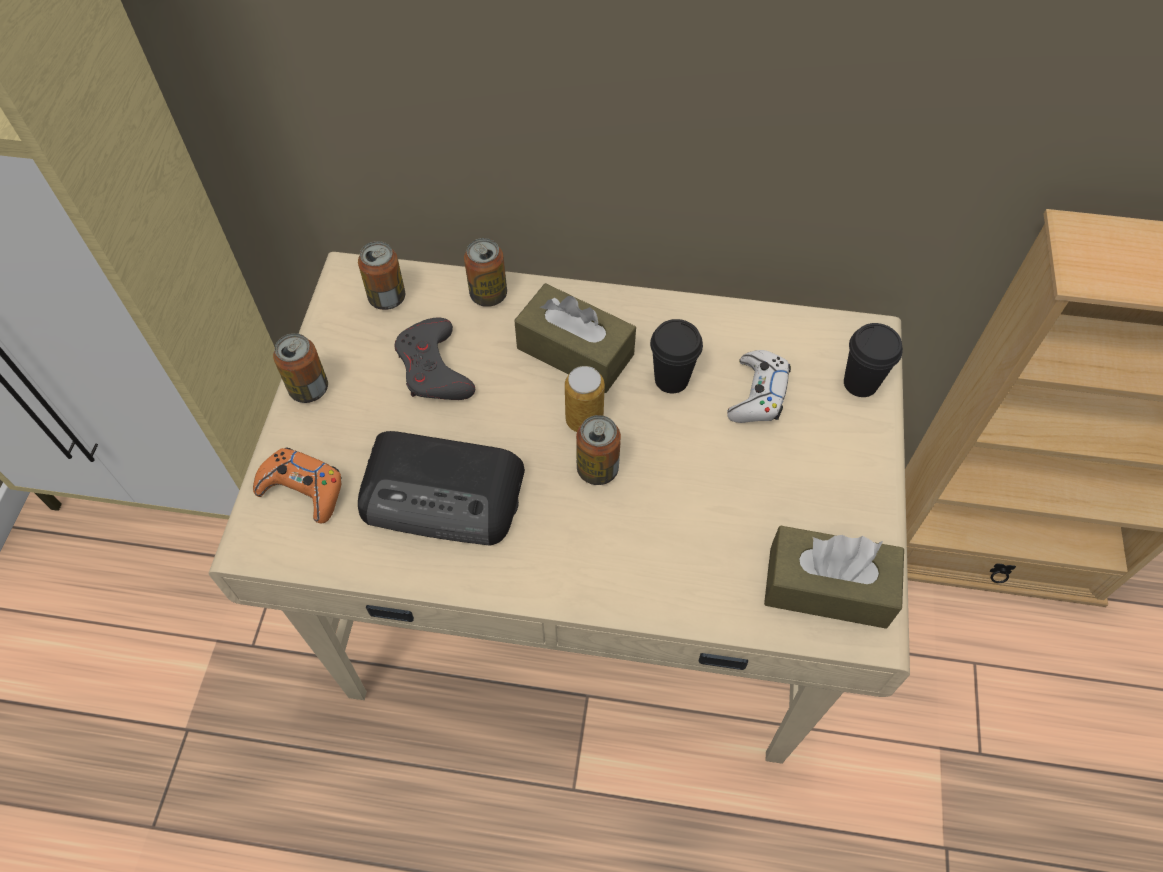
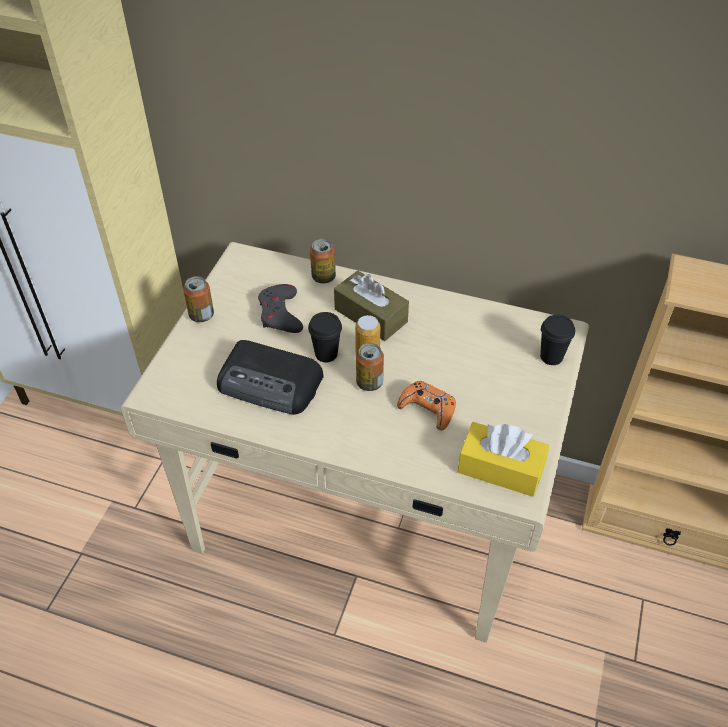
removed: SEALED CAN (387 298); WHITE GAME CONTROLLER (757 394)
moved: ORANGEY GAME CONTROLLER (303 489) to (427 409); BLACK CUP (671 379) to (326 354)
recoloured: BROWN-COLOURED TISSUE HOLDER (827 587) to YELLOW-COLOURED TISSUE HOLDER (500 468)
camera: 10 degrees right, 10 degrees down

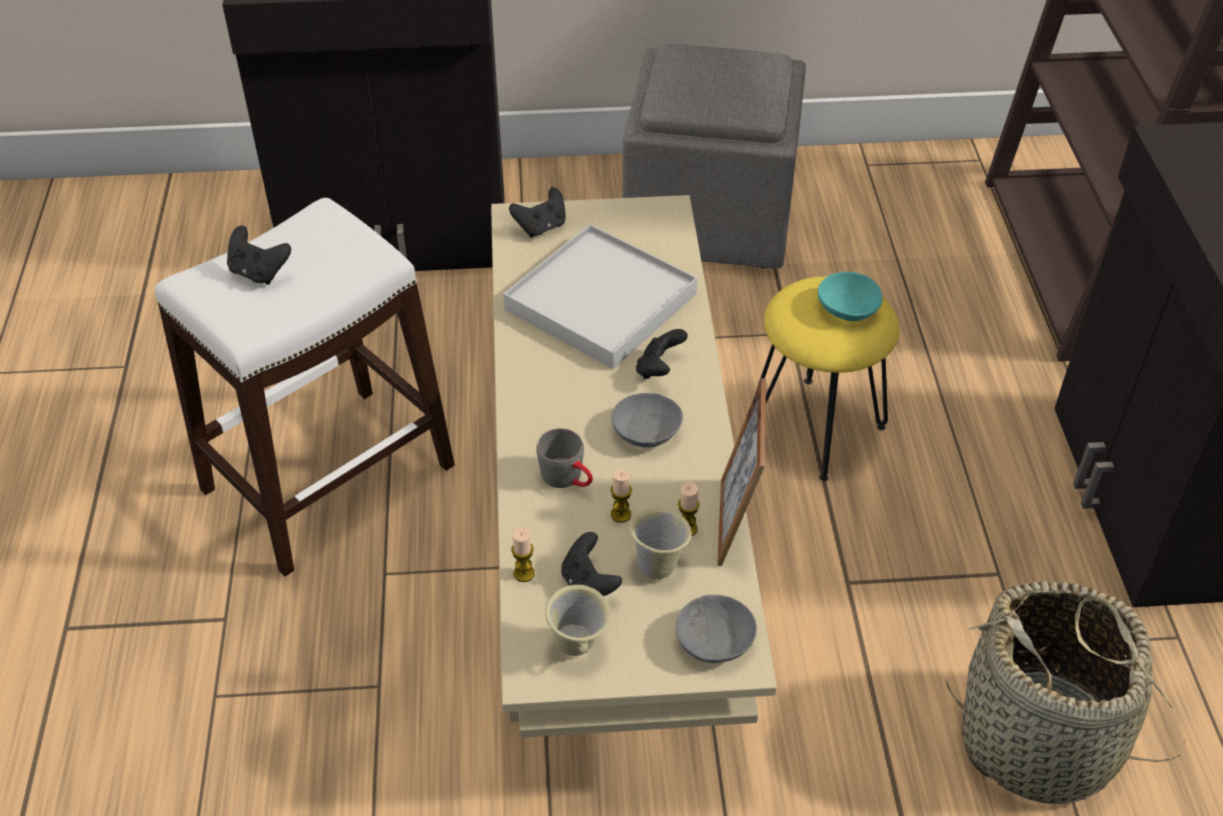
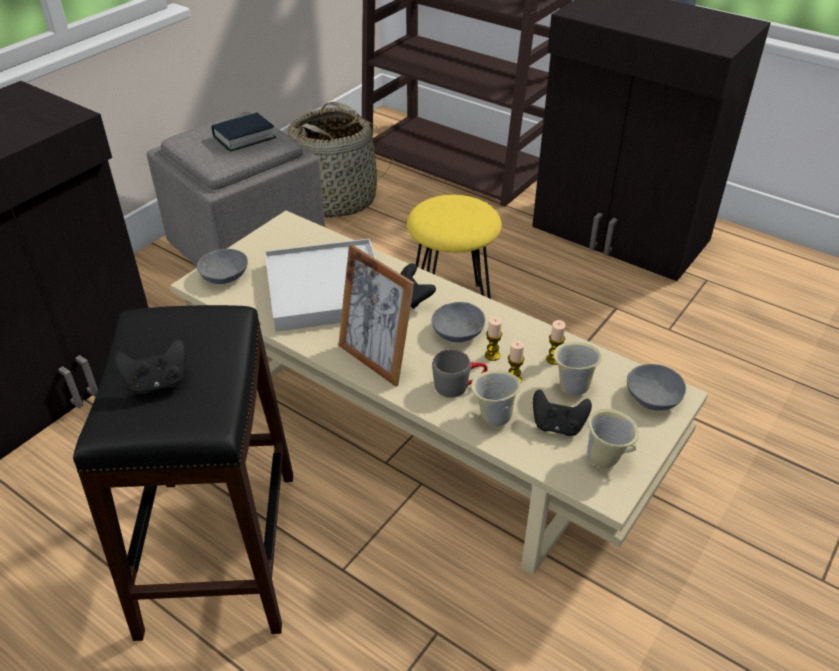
removed: BLUE-GREEN DEEP DISH (850 309)
added: VOLUME (244 137); BEIGE TEA MUG (492 417)
moved: WAX LIGHT (524 573) to (492 355); STANDING FRAME (736 522) to (375 359); STORAGE BASKET (1040 741) to (339 199)
replaced: BLACK GAME CONTROLLER (541 227) to GREY DEEP DISH (225 276)
recoloured: WHITE SITTING STOOL (330 478) to BLACK SITTING STOOL (221 550)
camera: 50 degrees left, 5 degrees down

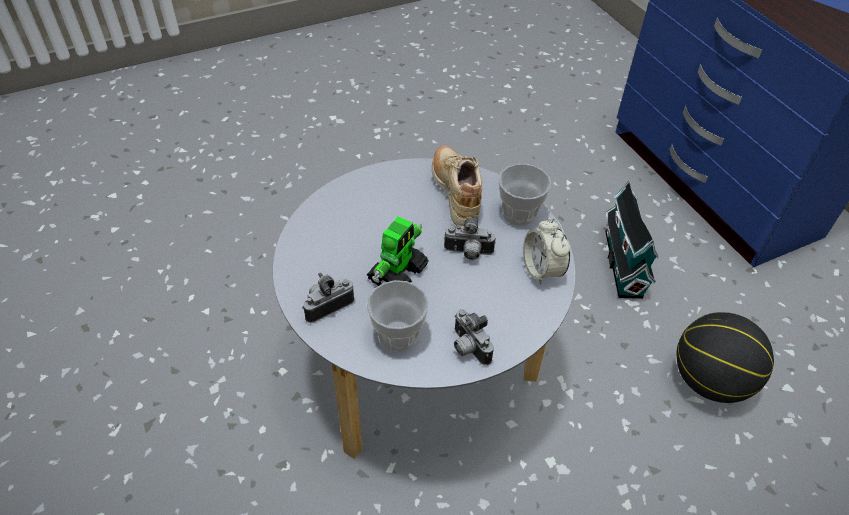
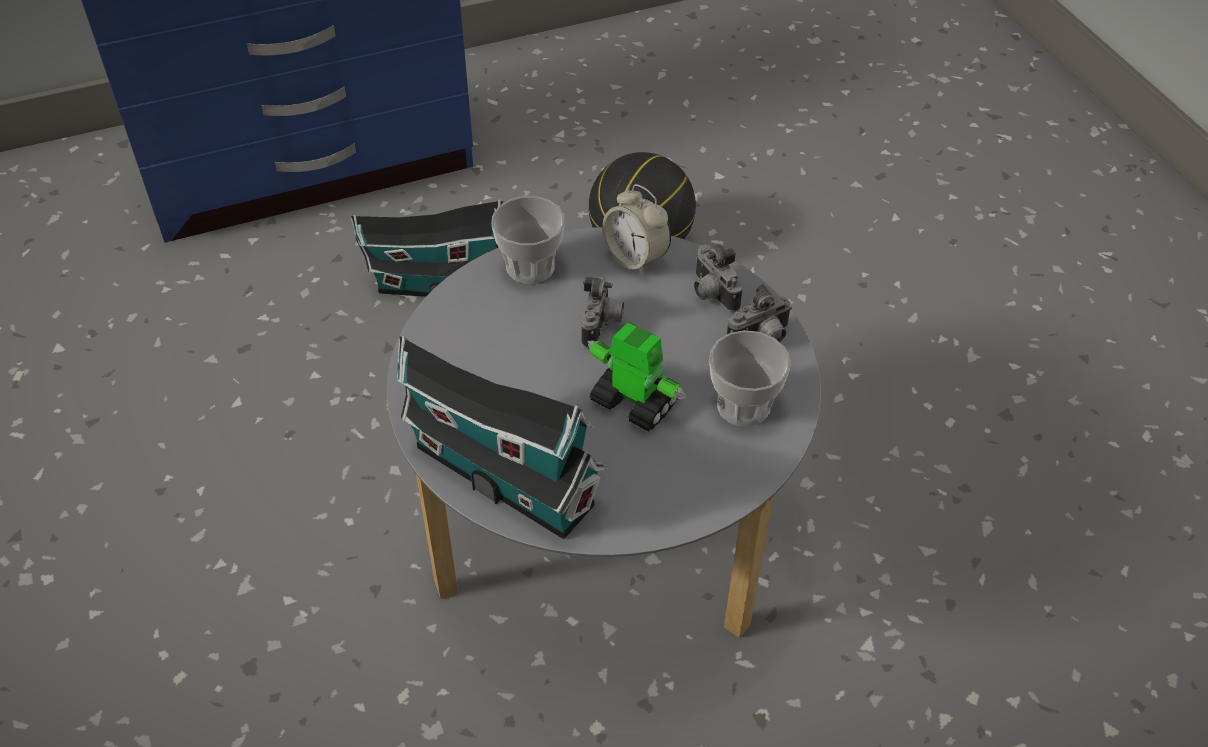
removed: BEIGE LOW SHOE (456 194)
added: MINIATURE HOUSE (498 472)
moved: PHOTO CAMERA (327 306) to (711 294)
turned: TABLE CLOCK (542 270) = (635 257) 60 degrees clockwise
camera: 85 degrees left, 0 degrees up

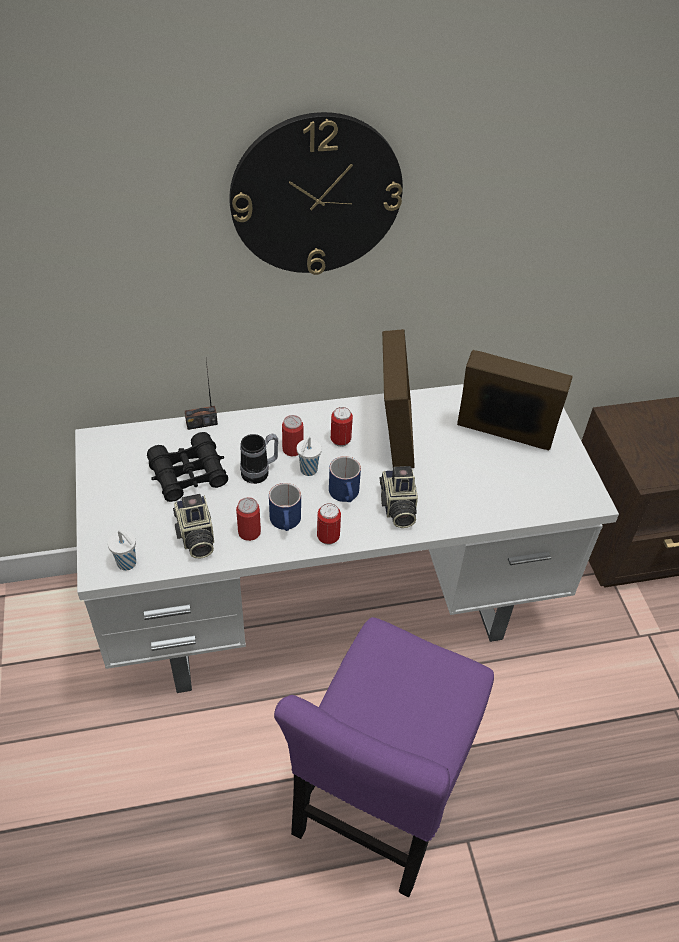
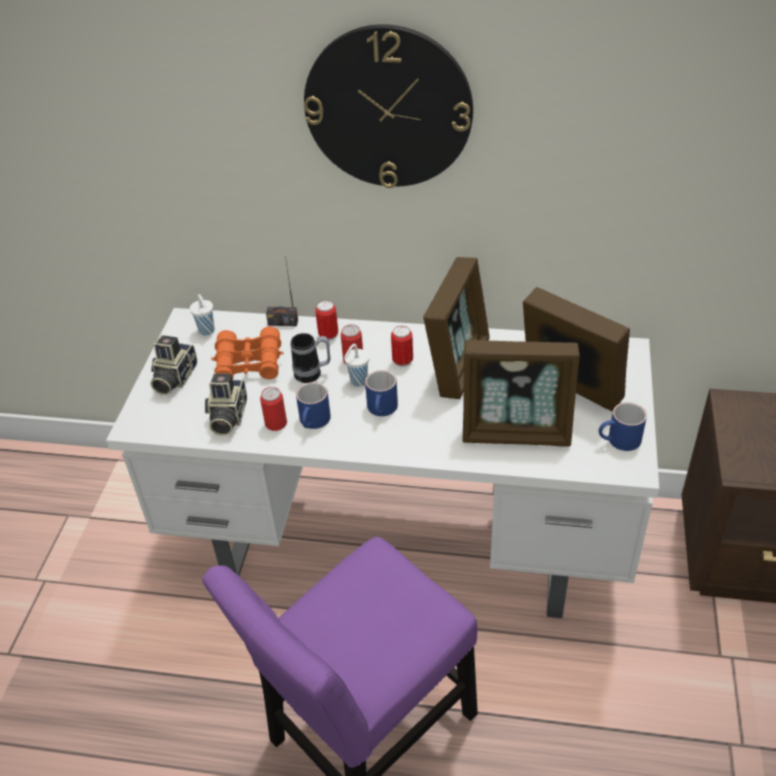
added: STANDING FRAME (516 433); BLUE TEA MUG (619 441)
moved: WHITE CUP (127 564) to (207 331); SEALED CAN (328 537) to (328 335); PHOTO CAMERA (397 507) to (173 378)
recoloured: BLACK FIELD GLASSES (188 474) to ORANGEY FIELD GLASSES (249 363)
camera: 25 degrees right, 5 degrees down

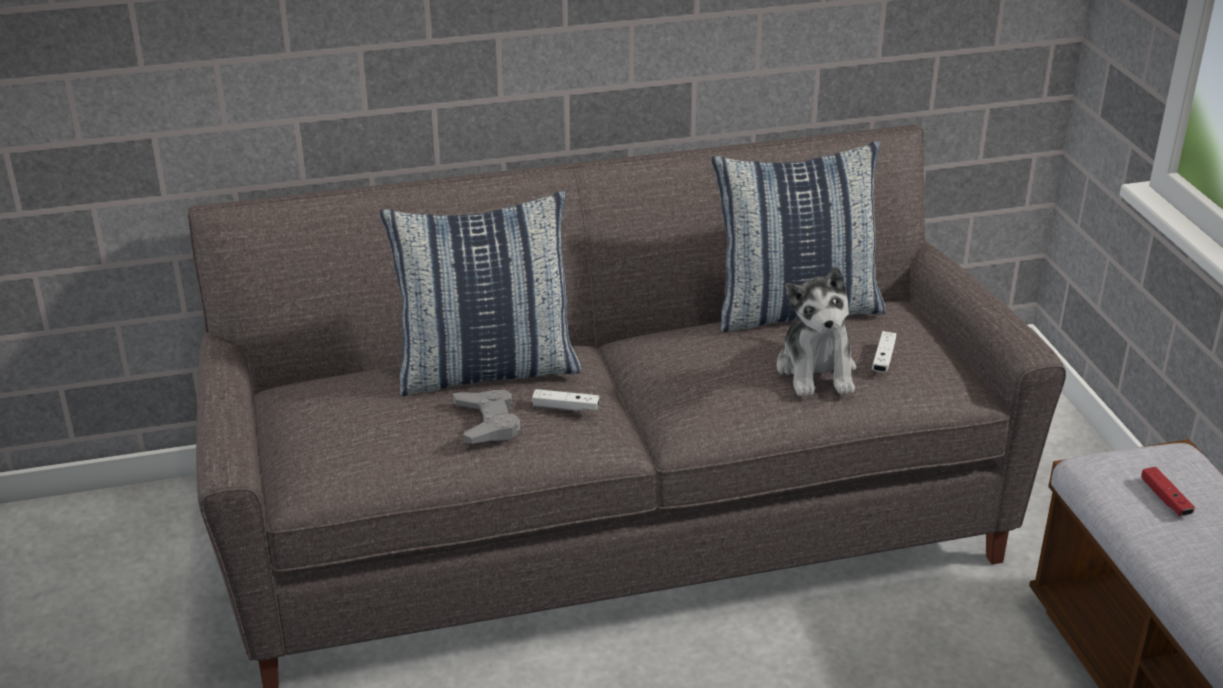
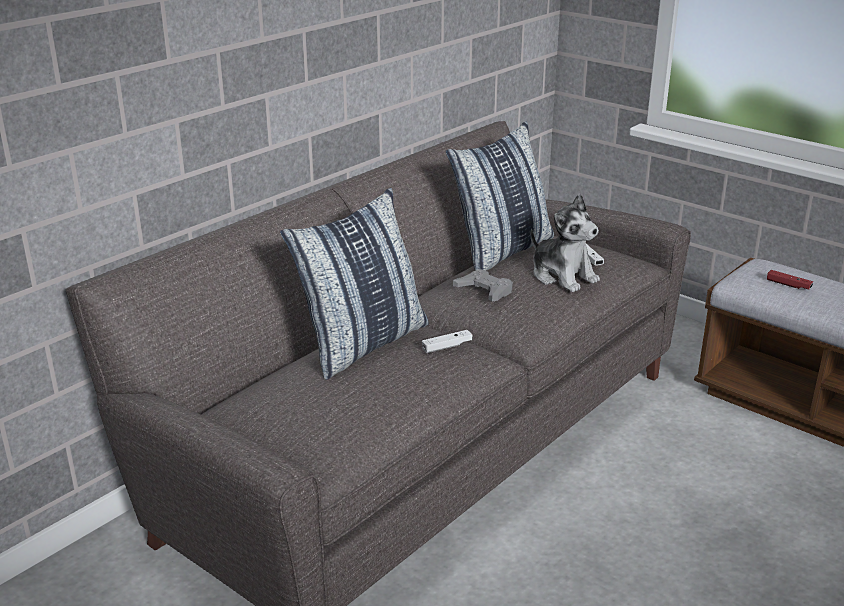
moved: GREY GAME CONTROLLER (487 422) to (484 290)
camera: 35 degrees left, 5 degrees down

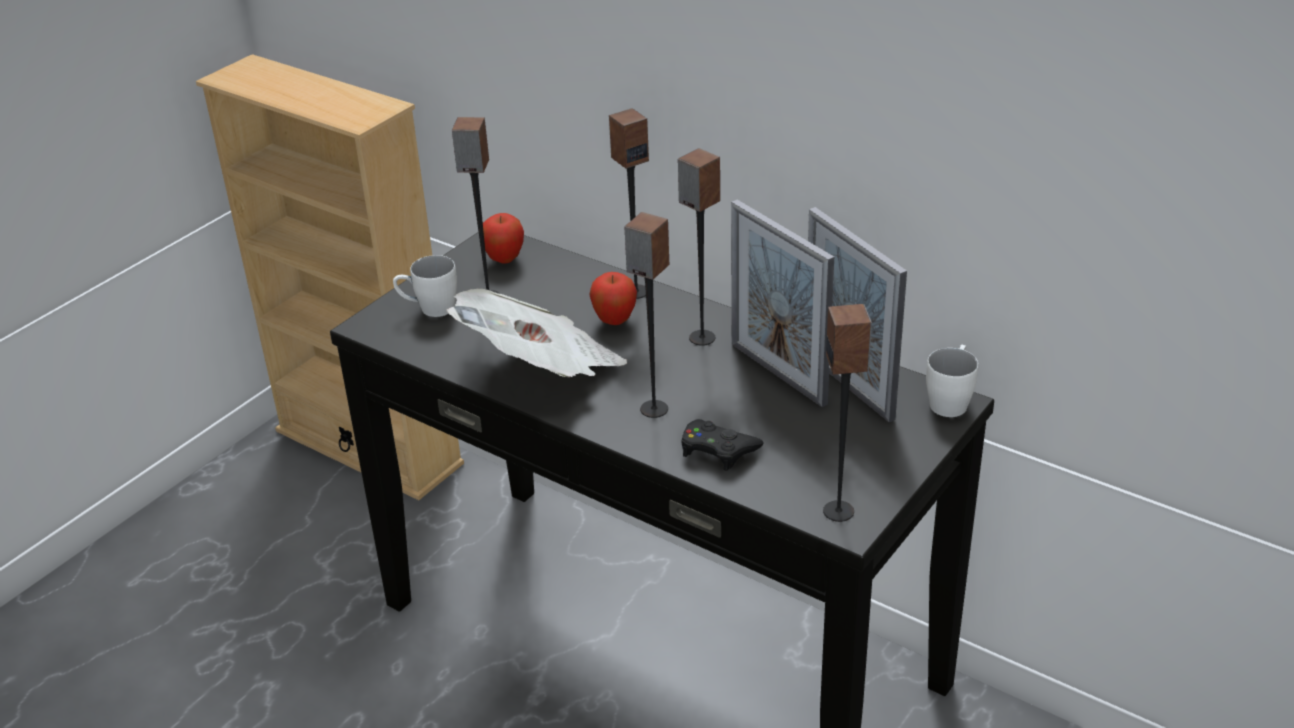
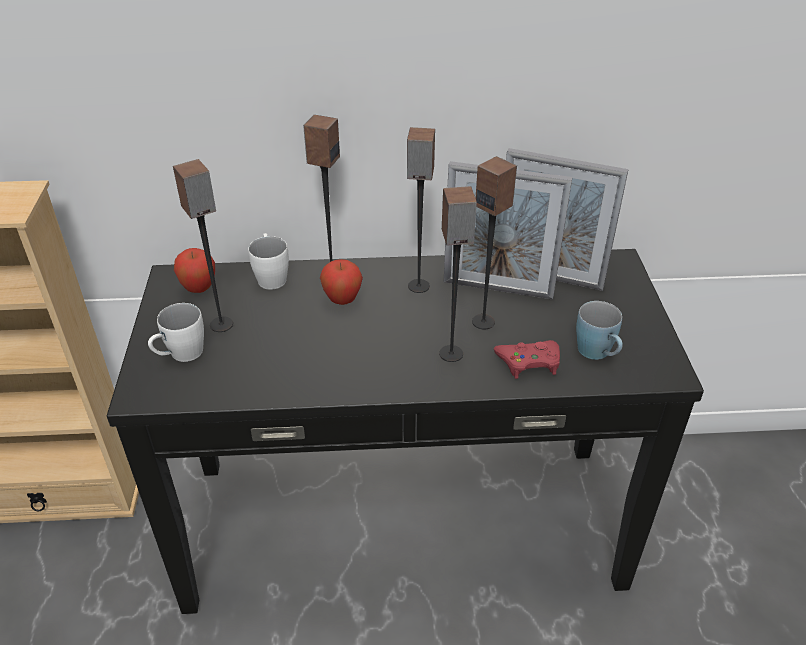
removed: DAILY PAPER (542 371)
added: BLUE TEA MUG (598 354)
moved: AUDIO SPEAKER (839 511) to (483 321); WHITE TEA MUG (950 400) to (271 276)
recoloured: BLACK GAME CONTROLLER (717 449) to RED-COLOURED GAME CONTROLLER (529 362)
camera: 40 degrees left, 5 degrees up

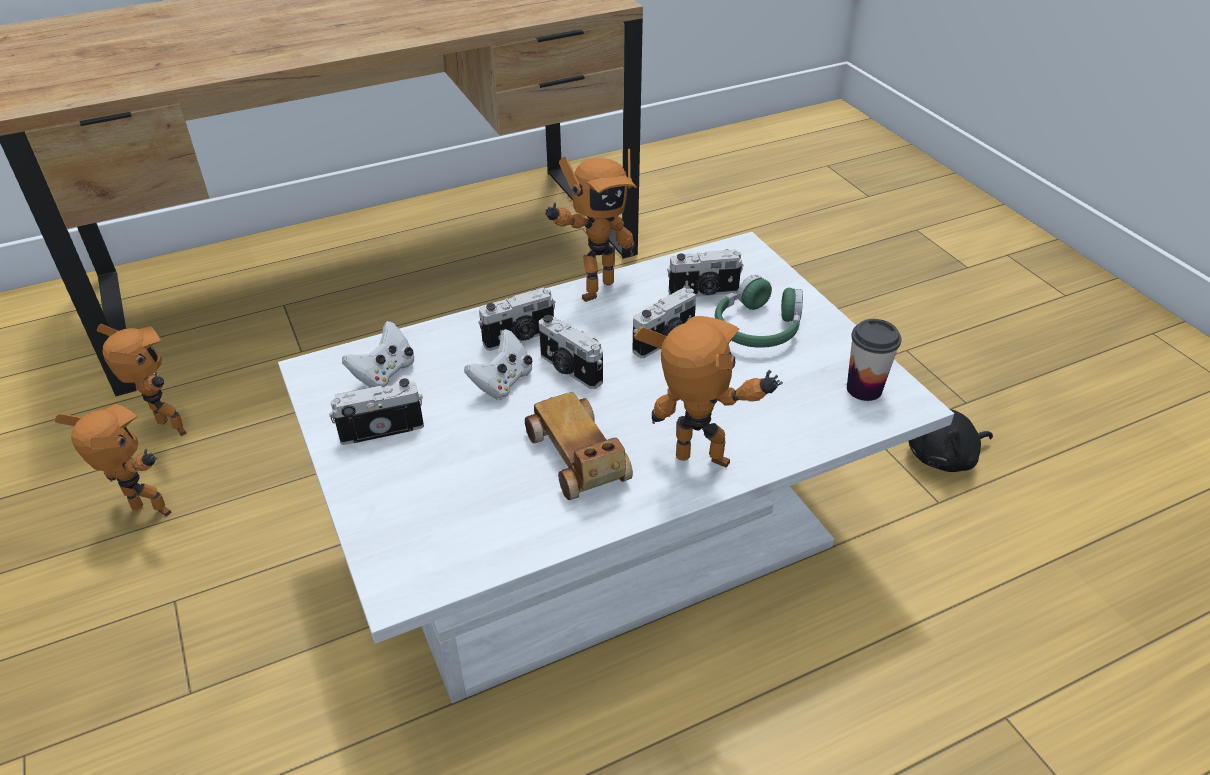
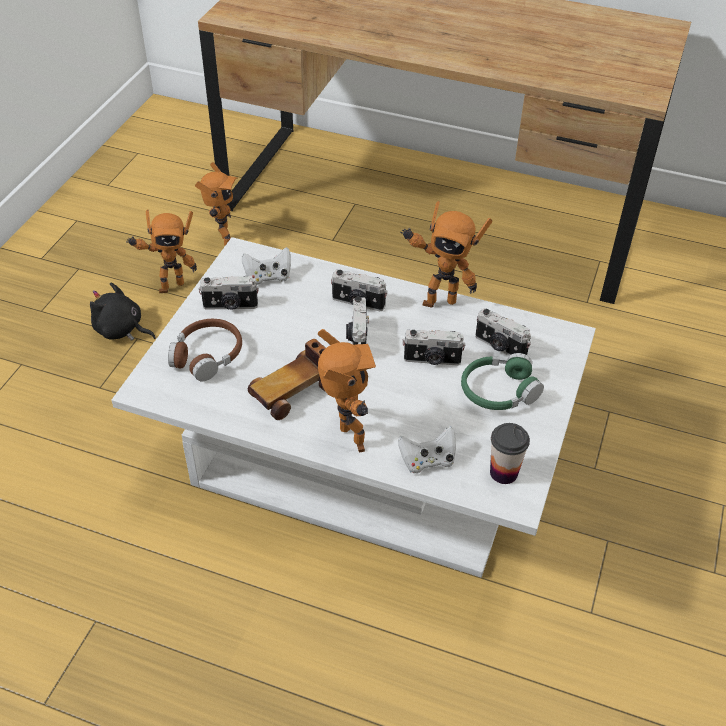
added: BROWN-COLOURED PAIR OF HEADPHONES (207 355)
moved: WHITE GAME CONTROLLER (503 382) to (427 461); BLACK CUDDLY TOY (944 457) to (121 330)
turned: ROBOT FIGURE (148 515) = (170 285) 90 degrees clockwise; PHOTO CAMERA (381 429) = (230 306) 150 degrees clockwise; TOY CAR (578 459) = (294 390) 150 degrees counterclockwise
camera: 45 degrees right, 5 degrees up

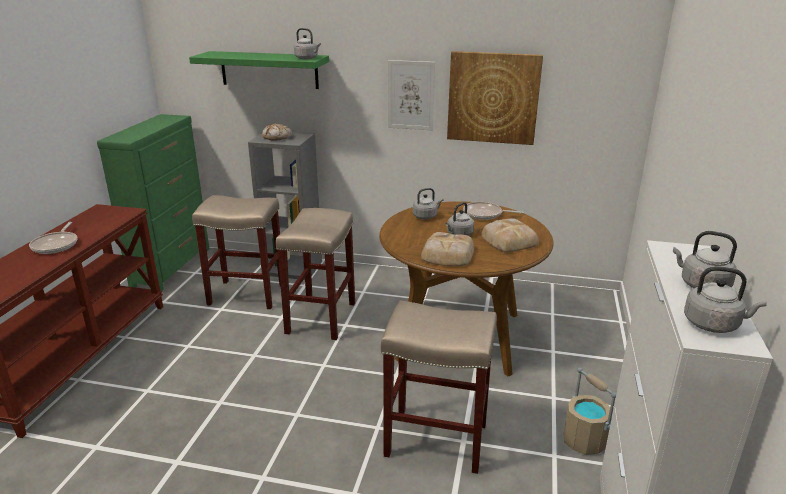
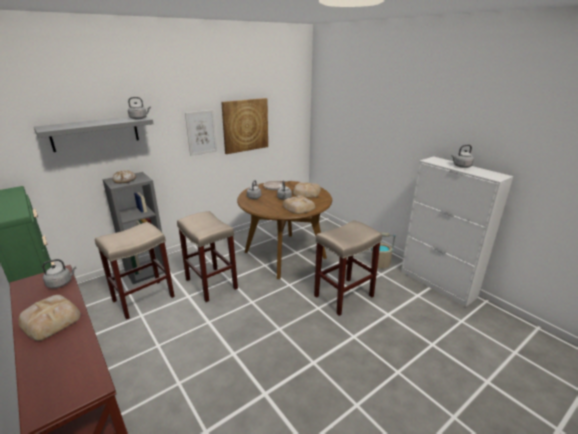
moved: GREY TEA KETTLE (714 324) to (61 283)
replaced: SKILLET (56 245) to BREAD (51 319)
recoloured: GREENISH WALL SHELF (269 70) to GREY WALL SHELF (95 133)
camera: 50 degrees left, 0 degrees up

